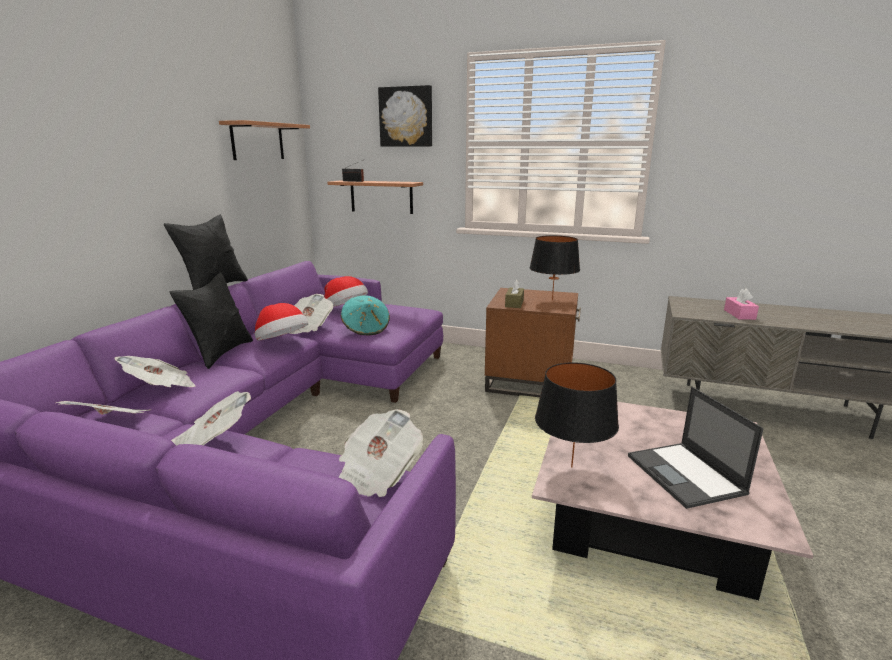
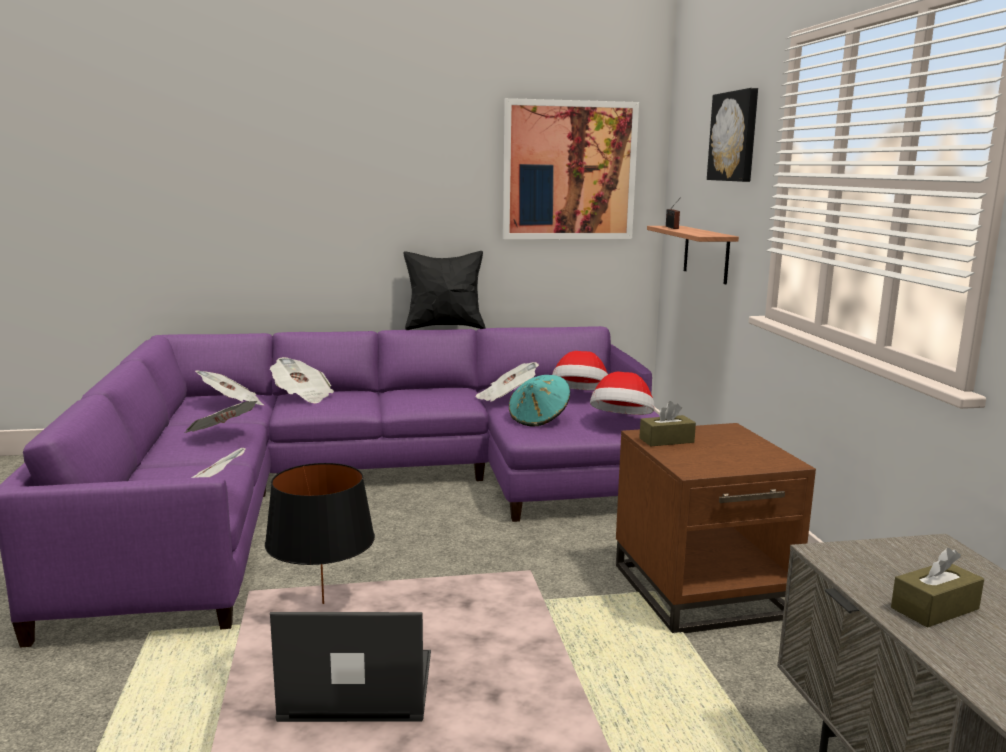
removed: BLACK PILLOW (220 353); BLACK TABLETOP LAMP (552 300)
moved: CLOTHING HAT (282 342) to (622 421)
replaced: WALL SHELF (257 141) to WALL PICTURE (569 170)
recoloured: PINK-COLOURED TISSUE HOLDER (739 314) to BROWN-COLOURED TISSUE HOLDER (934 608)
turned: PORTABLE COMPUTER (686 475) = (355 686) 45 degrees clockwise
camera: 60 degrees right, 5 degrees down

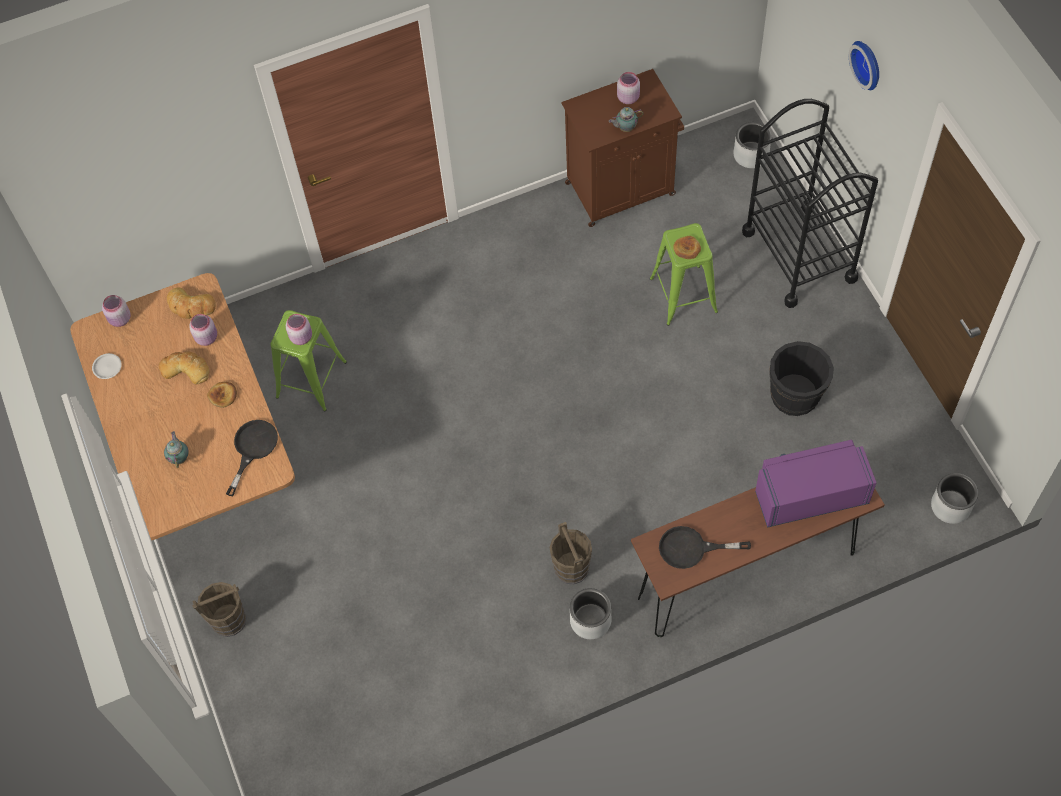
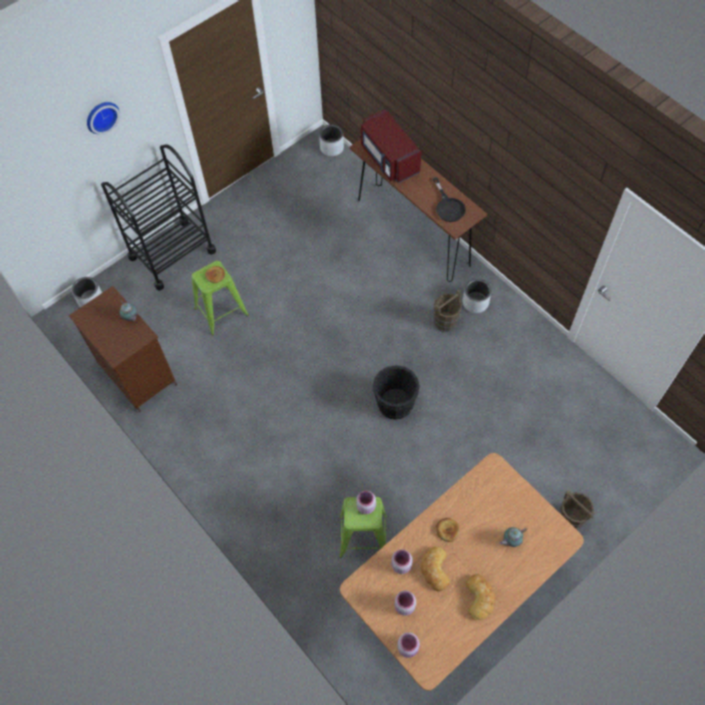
removed: WHITE PLATE (107 367); BLACK SKILLET (252 449)
moved: BREAD (191 306) to (480 597); PINK-COLOURED STORAGE JAR (628 97) to (404 606); BLACK BUCKET (795 395) to (395 403)
recoloured: PURPLISH MICROWAVE OVEN (809 495) to RED-COLOURED MICROWAVE OVEN (389 159)
camera: 110 degrees left, 0 degrees up

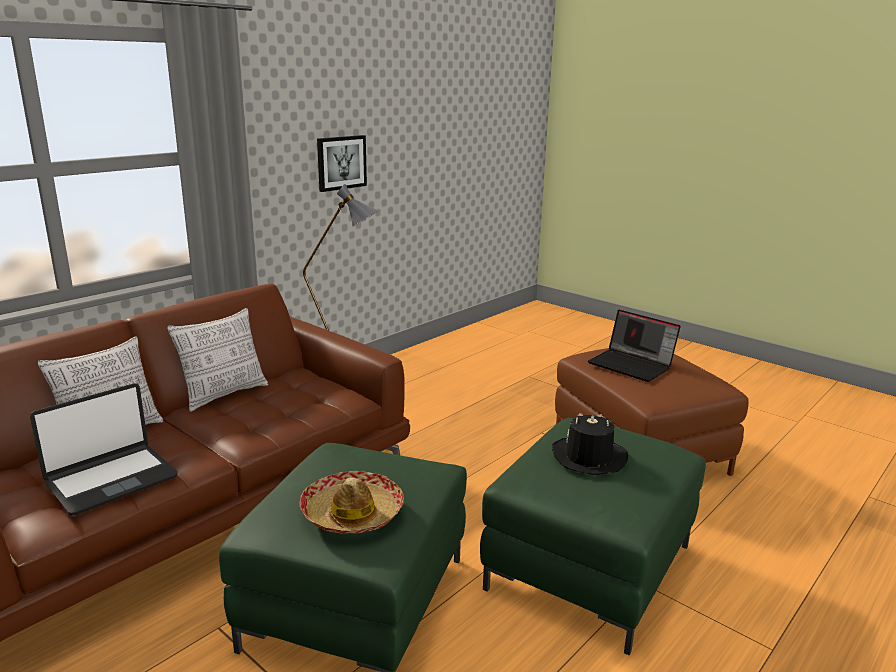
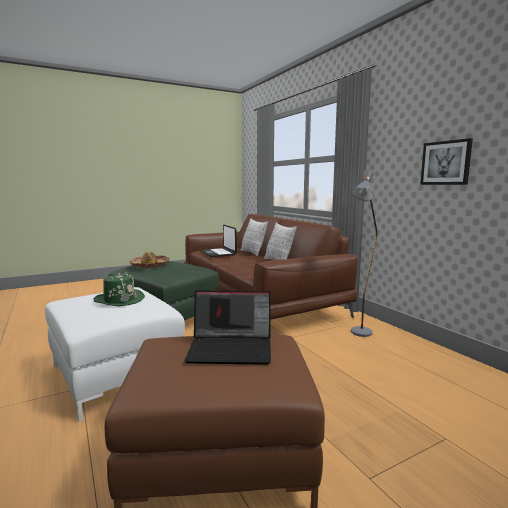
recoloured: GREENISH OTTOMAN (590 567) to WHITE OTTOMAN (115 375); BLACK CLOTHING HAT (588 457) to GREENISH CLOTHING HAT (119 300)
turned: PORTABLE COMPUTER (632 365) = (232 349) 150 degrees counterclockwise
camera: 110 degrees right, 10 degrees down

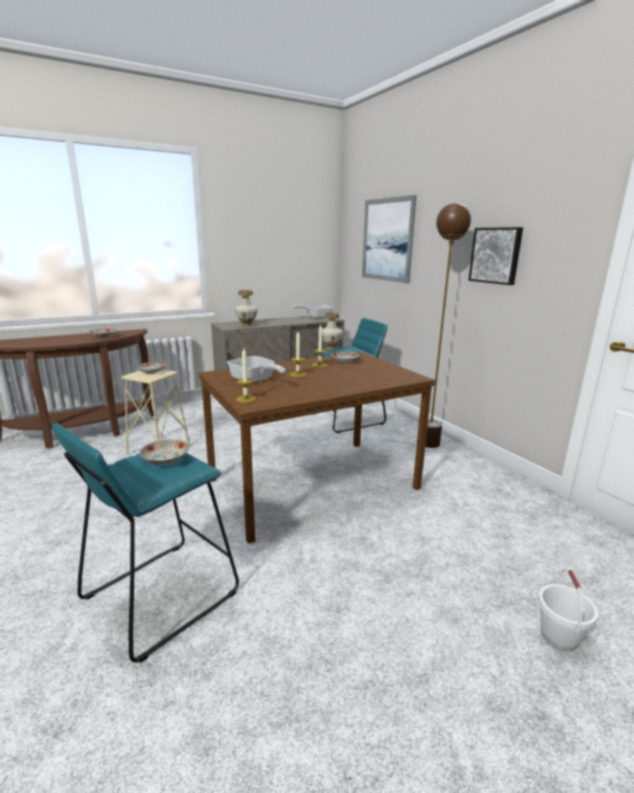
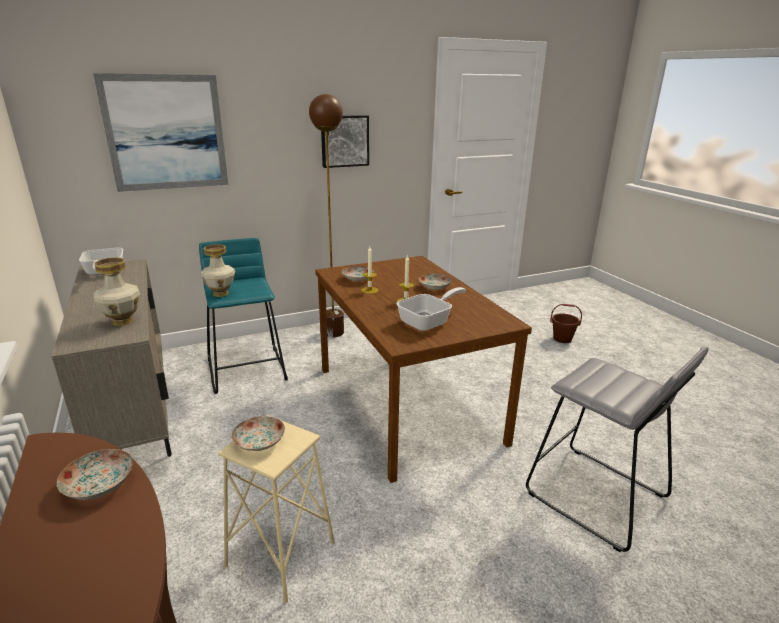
removed: WAX LIGHT (246 399)
moved: PLATE (165 460) to (435 287)
recoloured: BLUE-GREEN SITTING STOOL (160 595) to GREY SITTING STOOL (595 496); WHITE BUCKET (559 637) to BROWN-COLOURED BUCKET (562 339)
camera: 85 degrees left, 5 degrees up

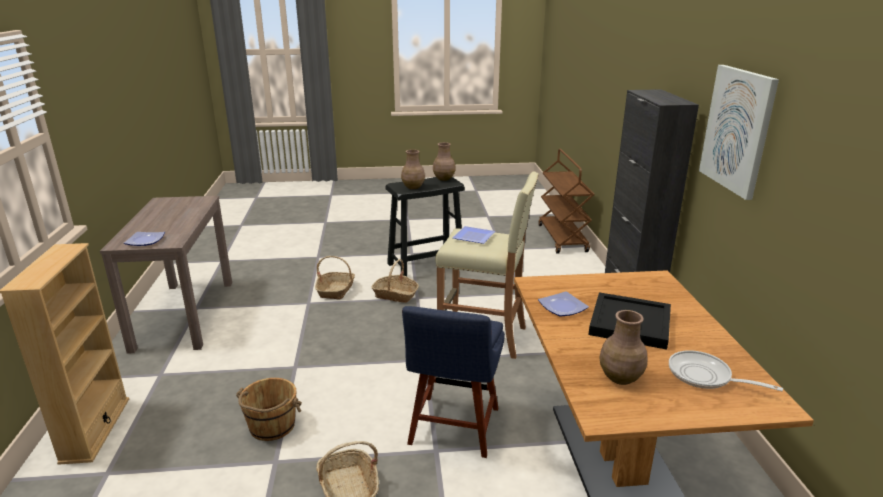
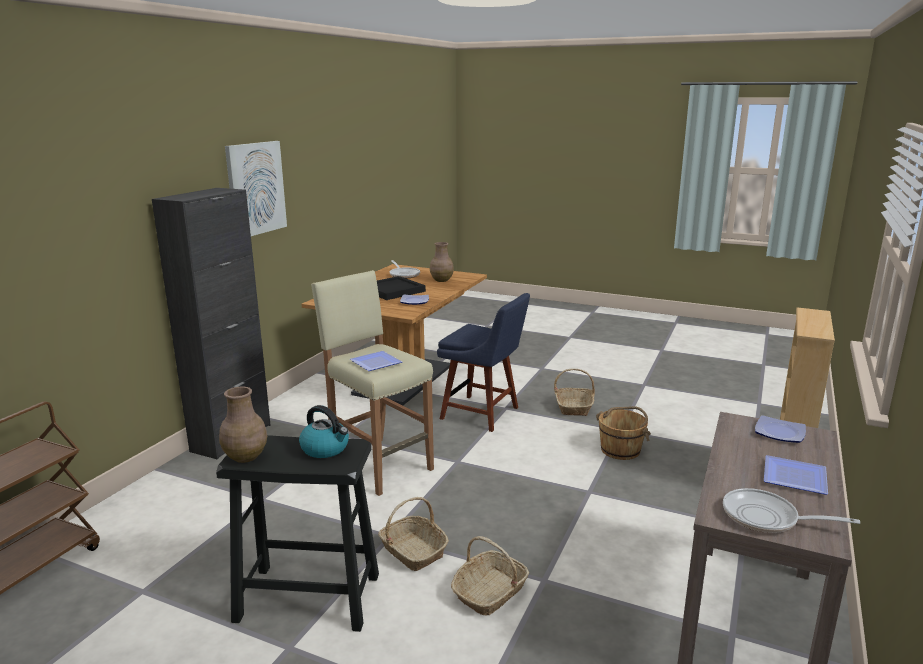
added: SKILLET (766 518); PLATE (792 478)
replaced: BROWN-COLOURED VASE (413 187) to TEA KETTLE (326 449)
turned: BLUE UPRIGHT CHAIR (453 429) = (483 414) 75 degrees clockwise
camera: 150 degrees left, 5 degrees down

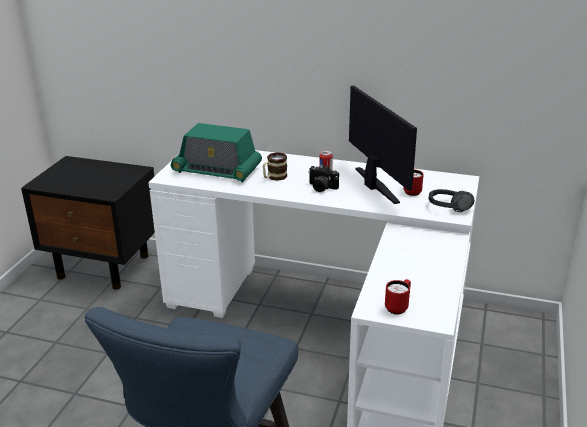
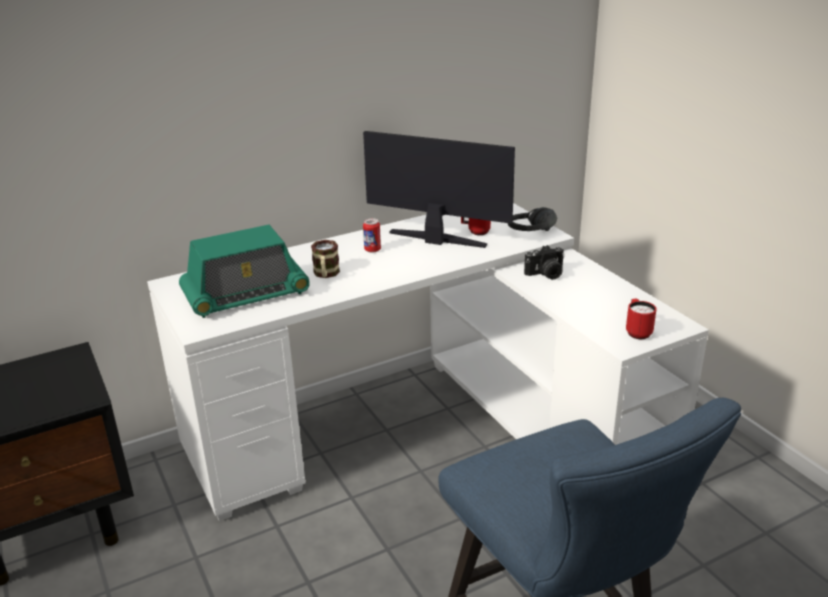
moved: PHOTO CAMERA (321 188) to (546 274)
camera: 45 degrees left, 0 degrees up

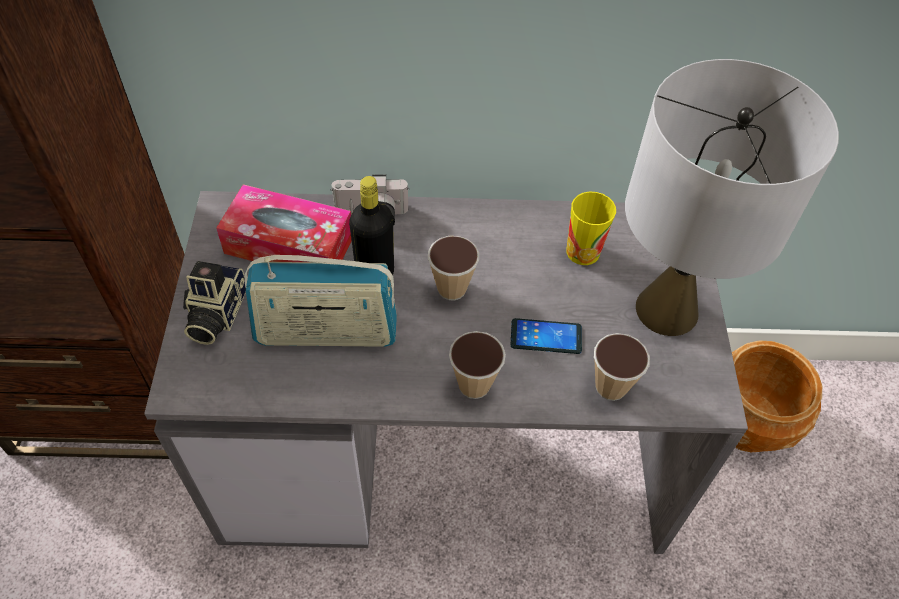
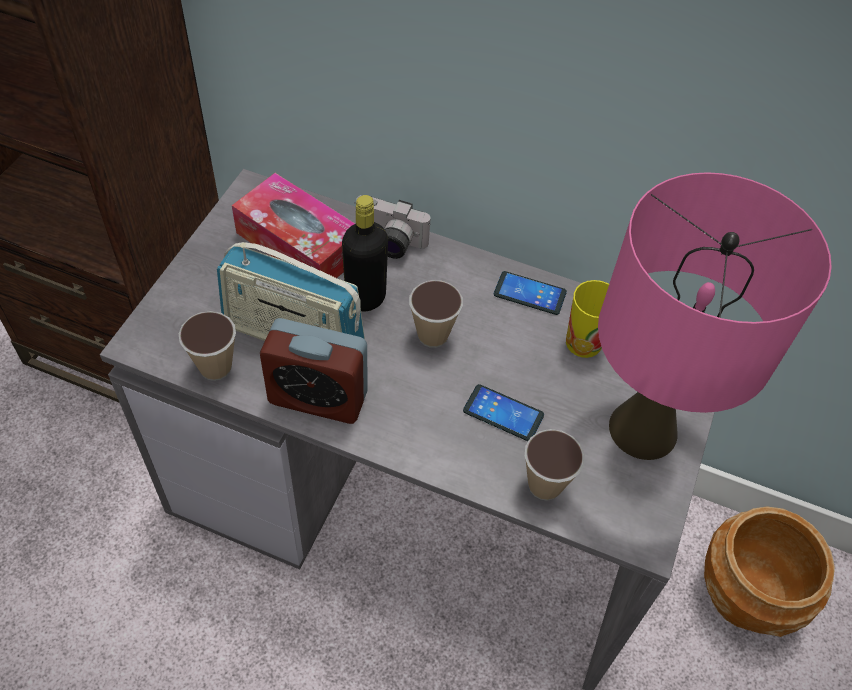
removed: PHOTO CAMERA (215 314)
added: TABLE CLOCK (318 397); TELEPHONE (529 293)
moved: CUP (474 385) to (215 367)
recoloured: GREY TABLETOP LAMP (667 309) to PINK-COLOURED TABLETOP LAMP (643 429)
camera: 20 degrees right, 0 degrees up

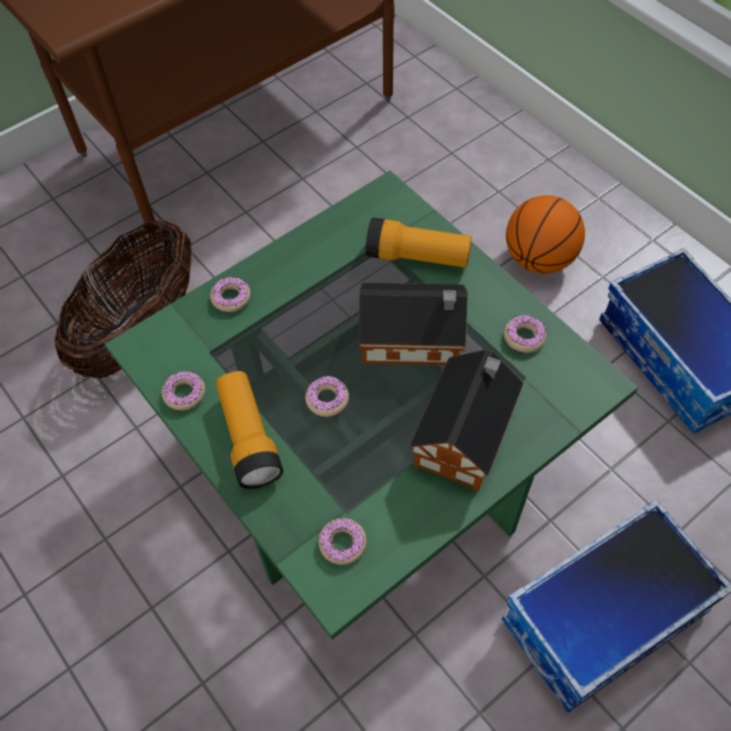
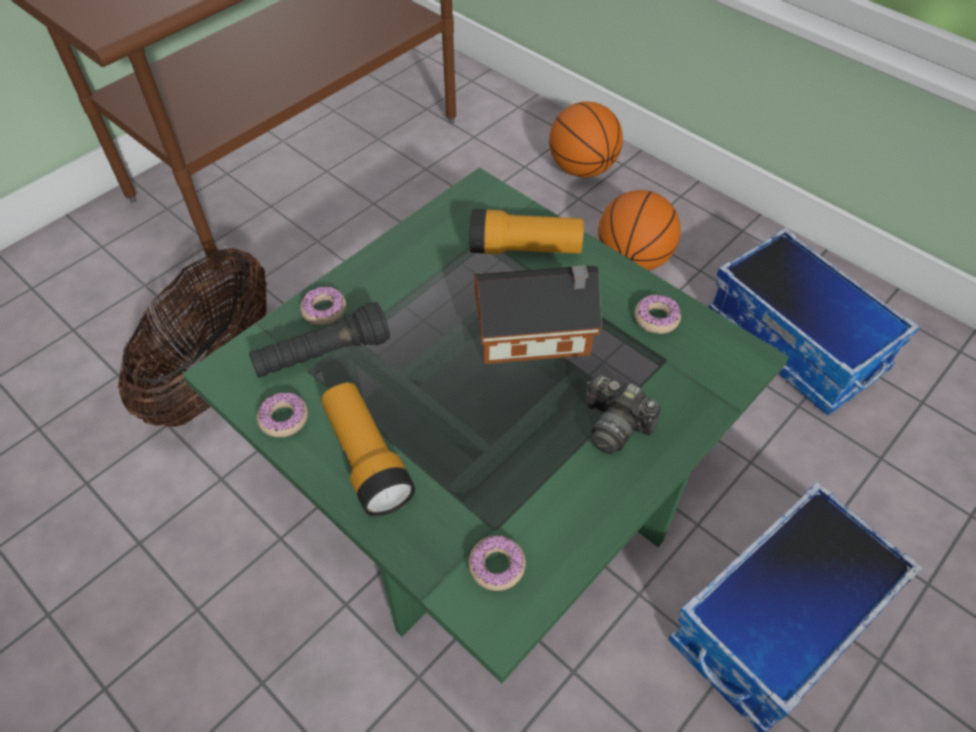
removed: DONUT (327 399)
added: BLACK TORCH (323 355); BASKETBALL BALL (582 168)
replaced: MINIATURE HOUSE (466 433) to PHOTO CAMERA (615 425)
camera: 10 degrees left, 5 degrees down

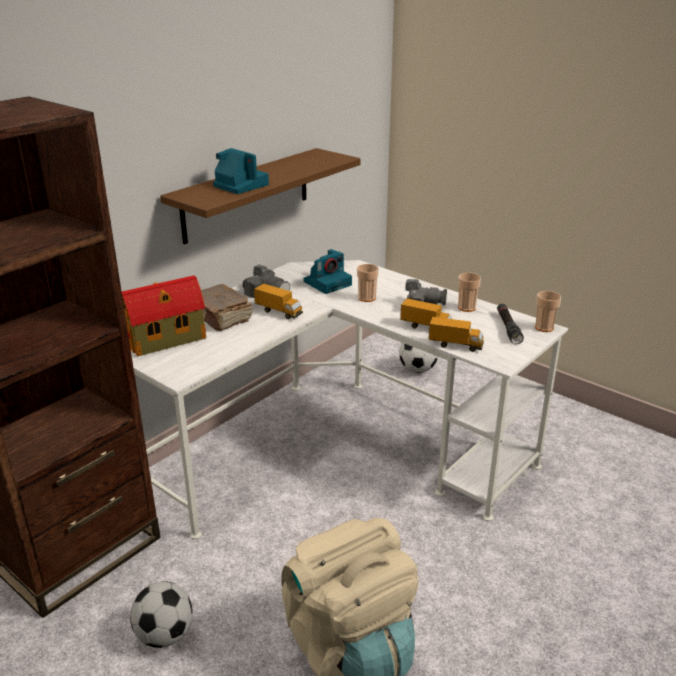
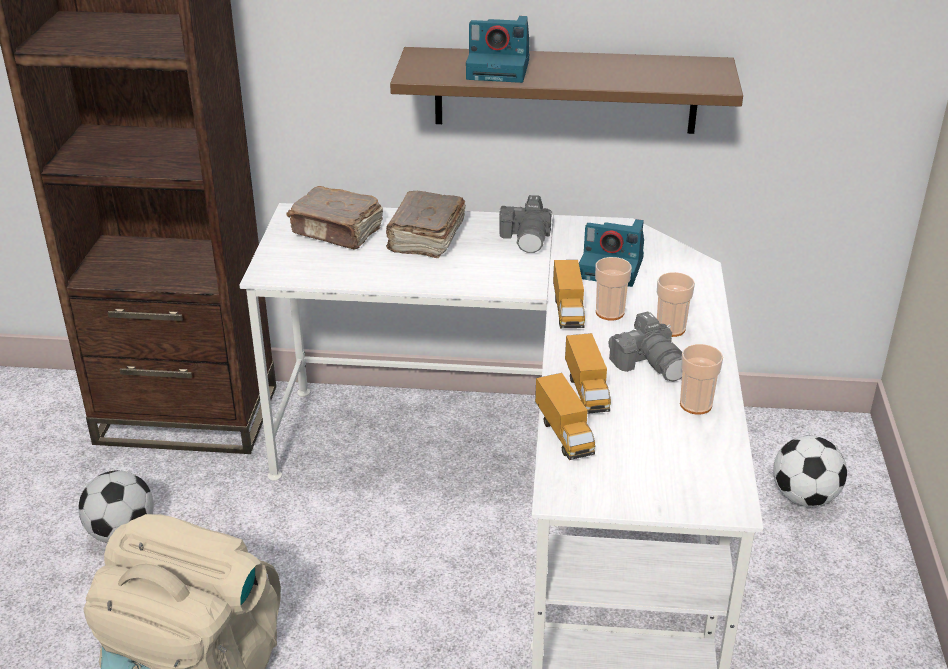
removed: BLACK TORCH (508 328)
moved: TOY TRUCK (278 312) to (568 310); CUP (544 327) to (670 328)
replaced: MINIATURE HOUSE (168 339) to BROWN-COLOURED VOLUME (337 232)
turned: PHOTO CAMERA (240 185) = (500 69) 90 degrees clockwise
camera: 55 degrees right, 5 degrees up

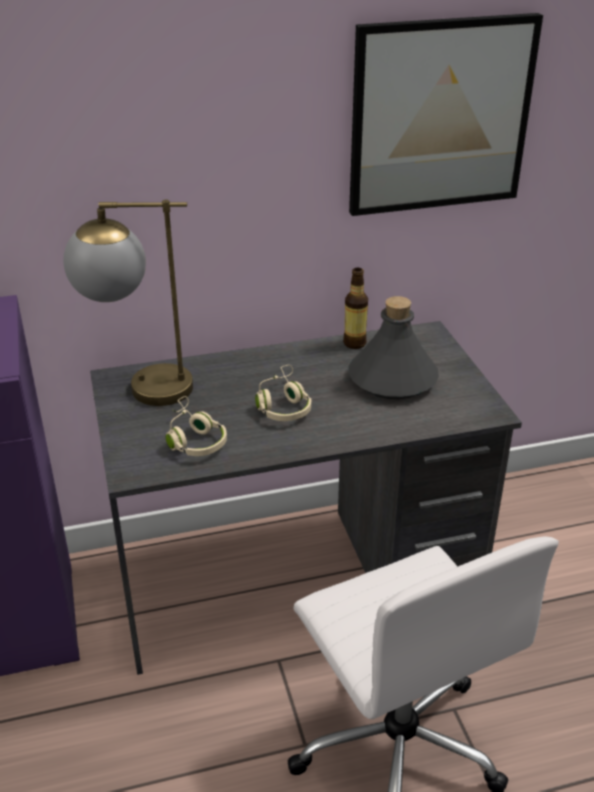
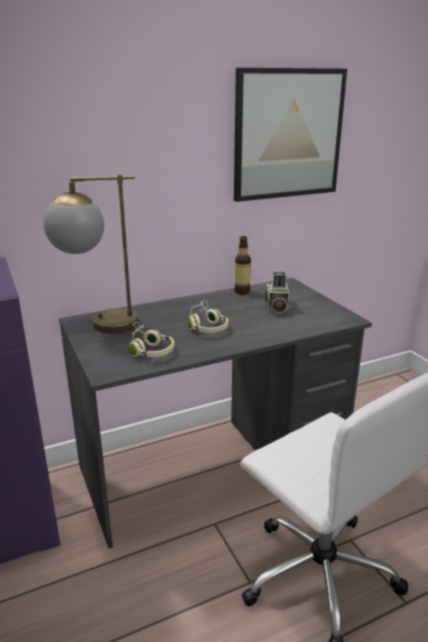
replaced: GREY BOTTLE (393 379) to PHOTO CAMERA (276 307)
camera: 10 degrees left, 10 degrees down

